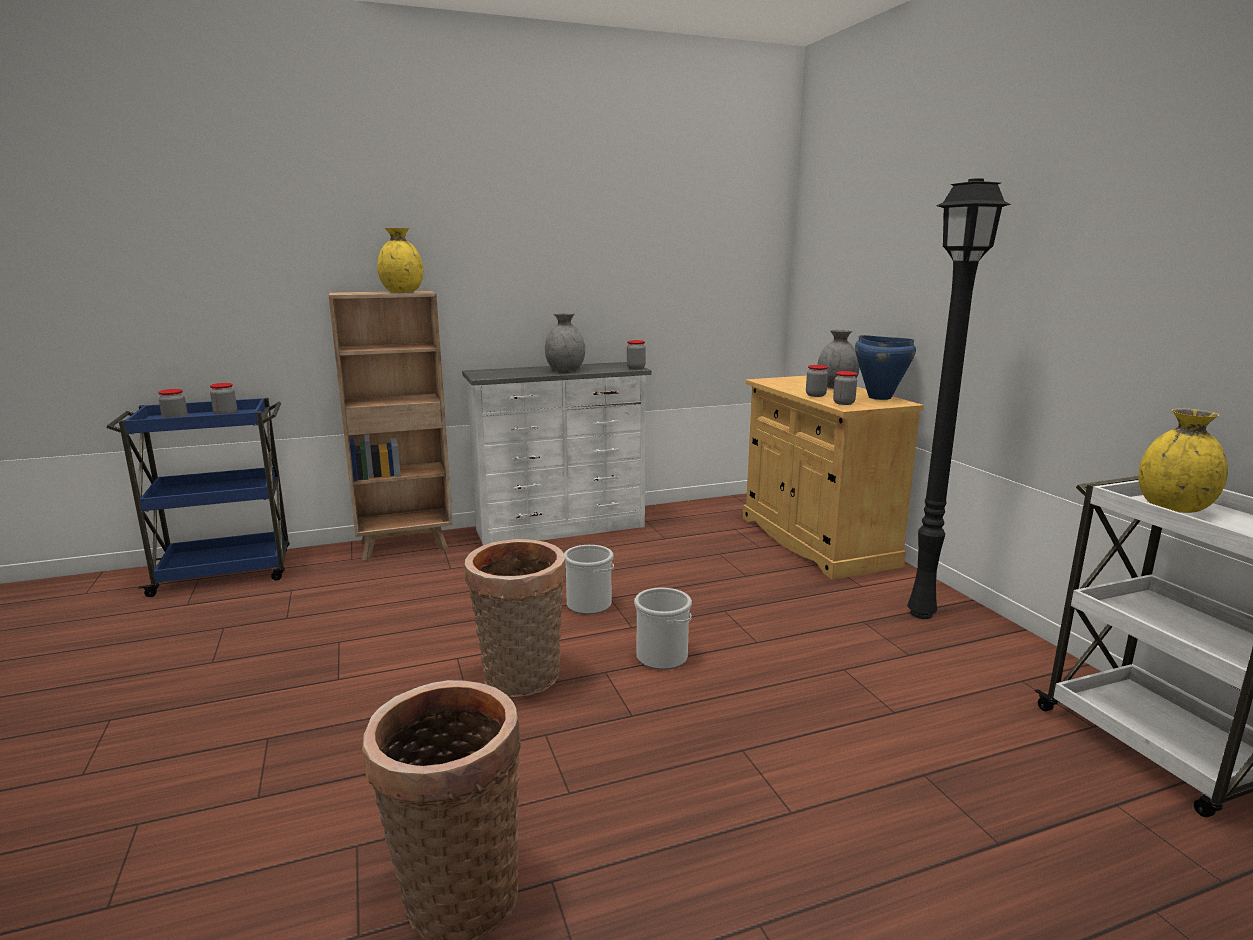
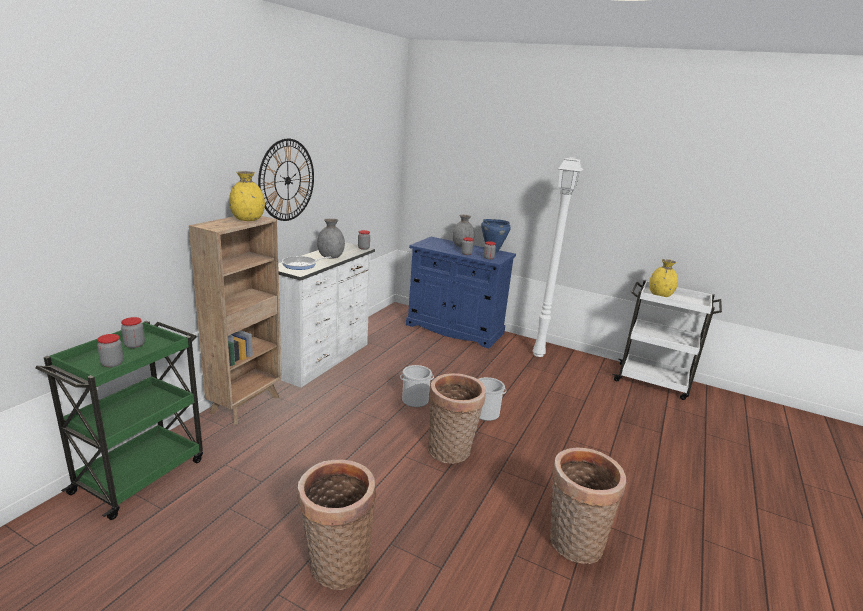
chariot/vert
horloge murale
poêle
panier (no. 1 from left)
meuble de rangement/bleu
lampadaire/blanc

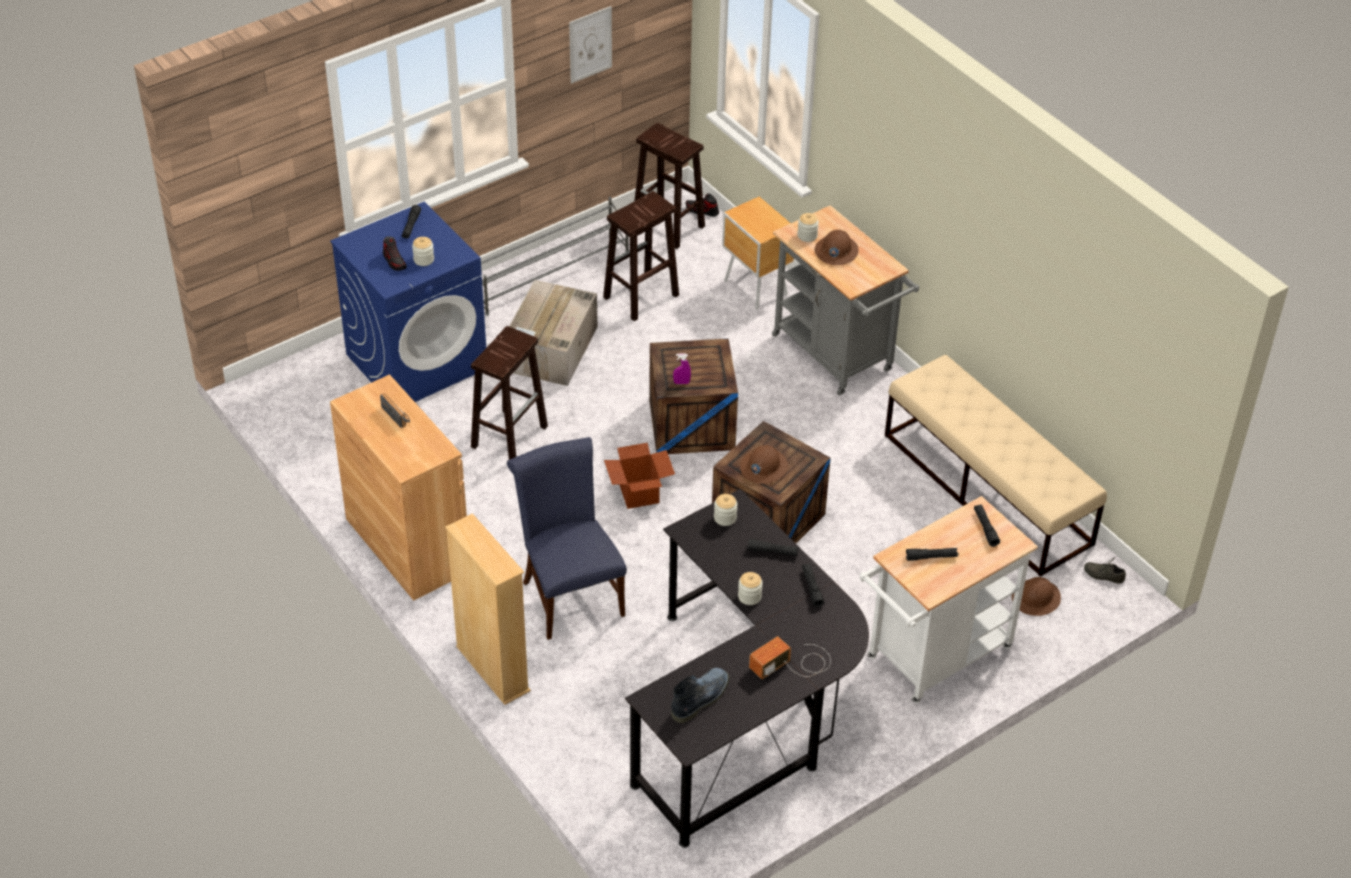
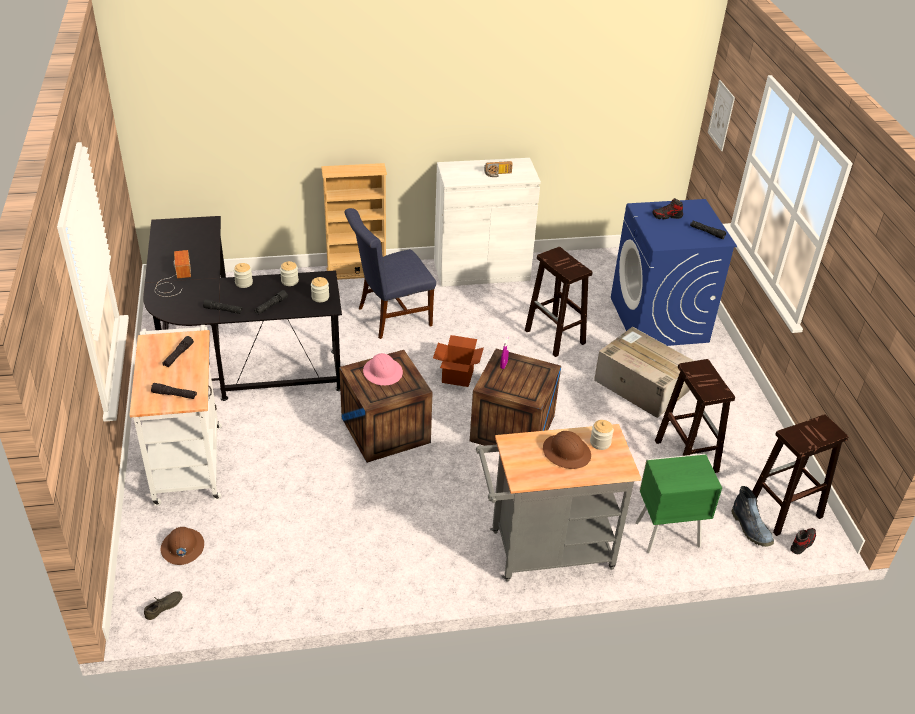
bocal (no. 2 from left)
chaise/bleu
casque de chantier/rose
meuble de rangement/blanc
table de chevet/vert
tableau
botte
étagère à chaussures/gris
banc/beige

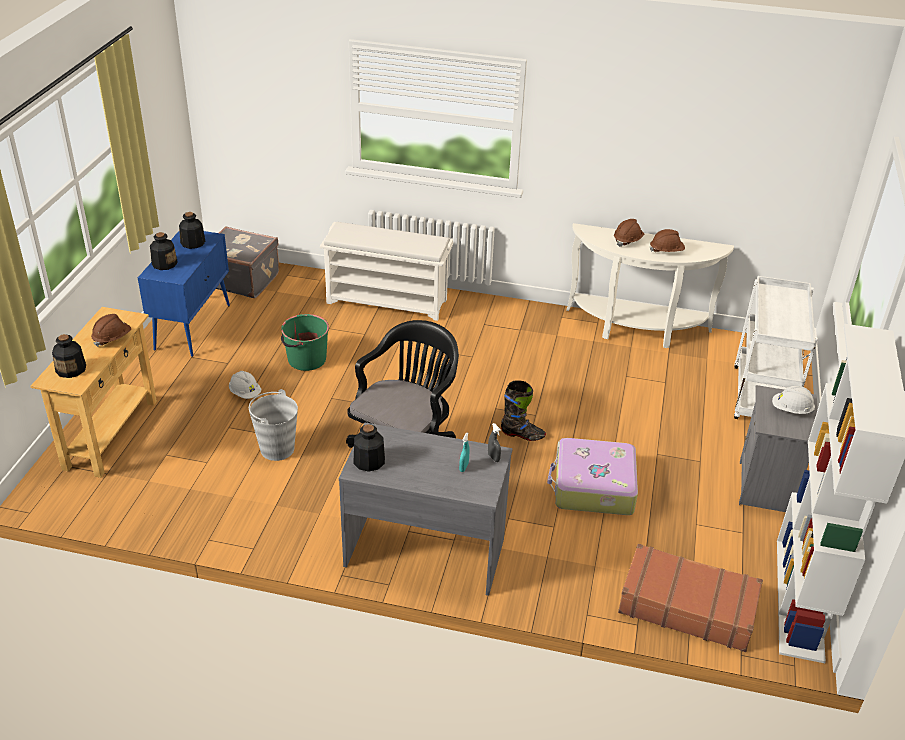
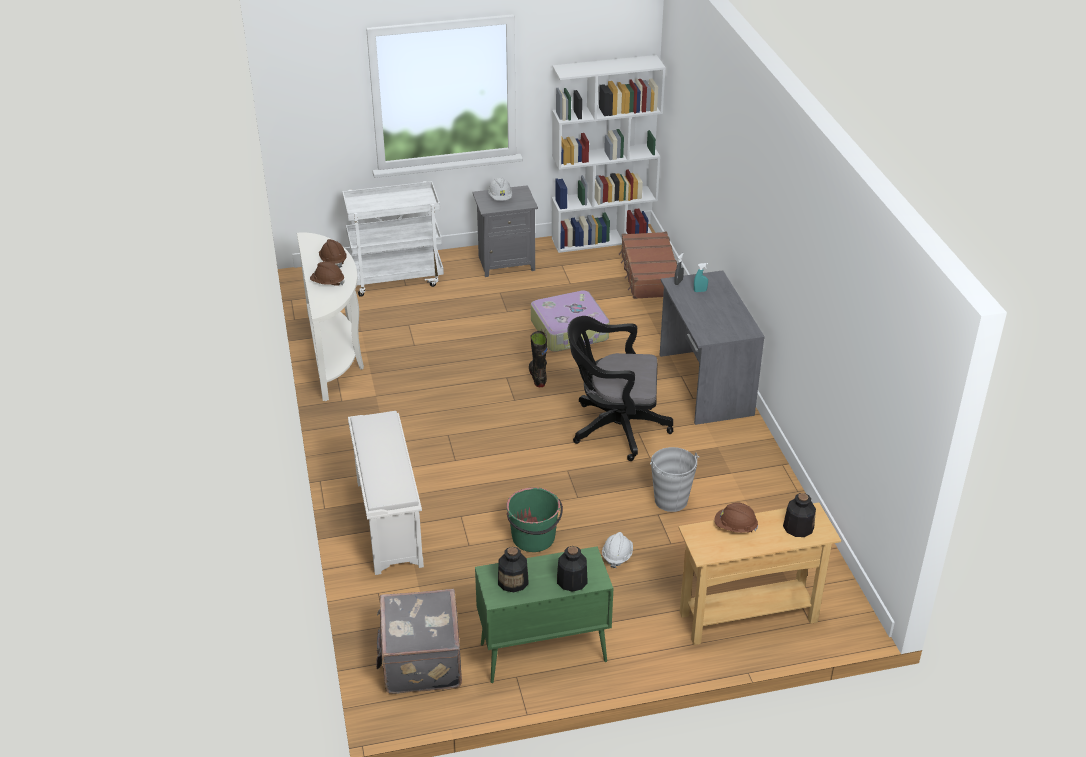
meuble de rangement/vert
bouteille (no. 4 from left in the first image)

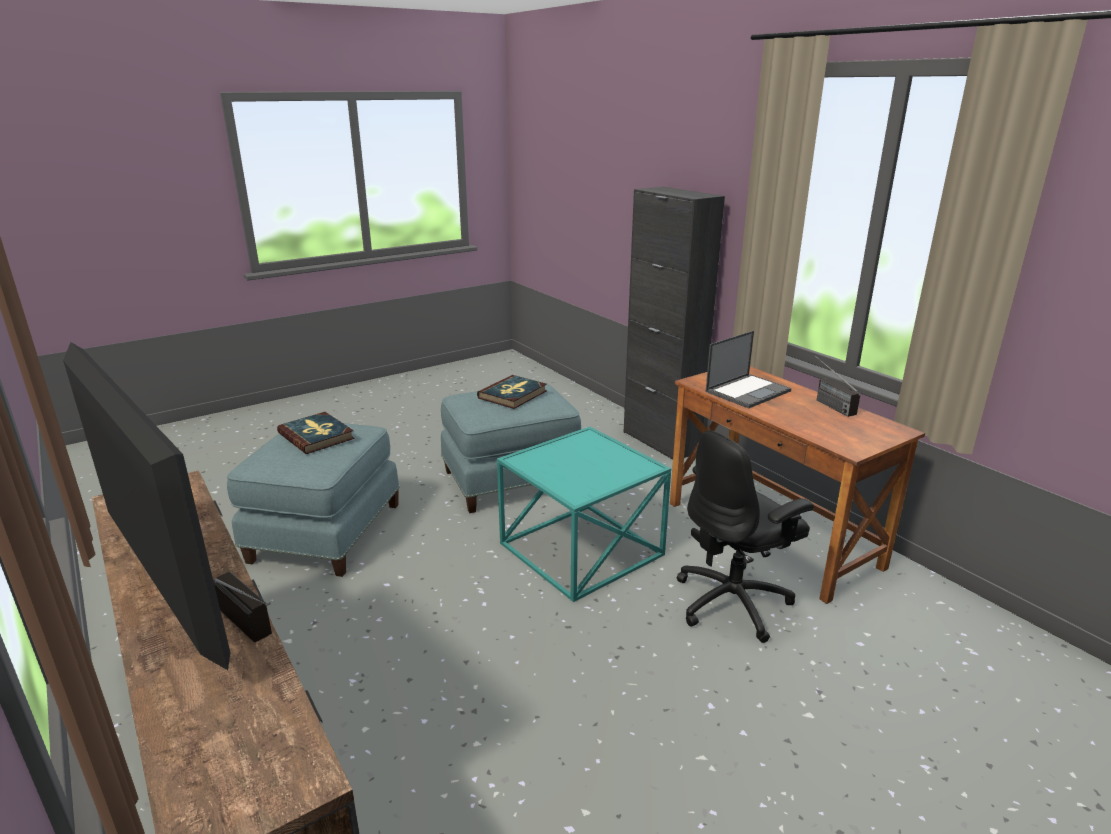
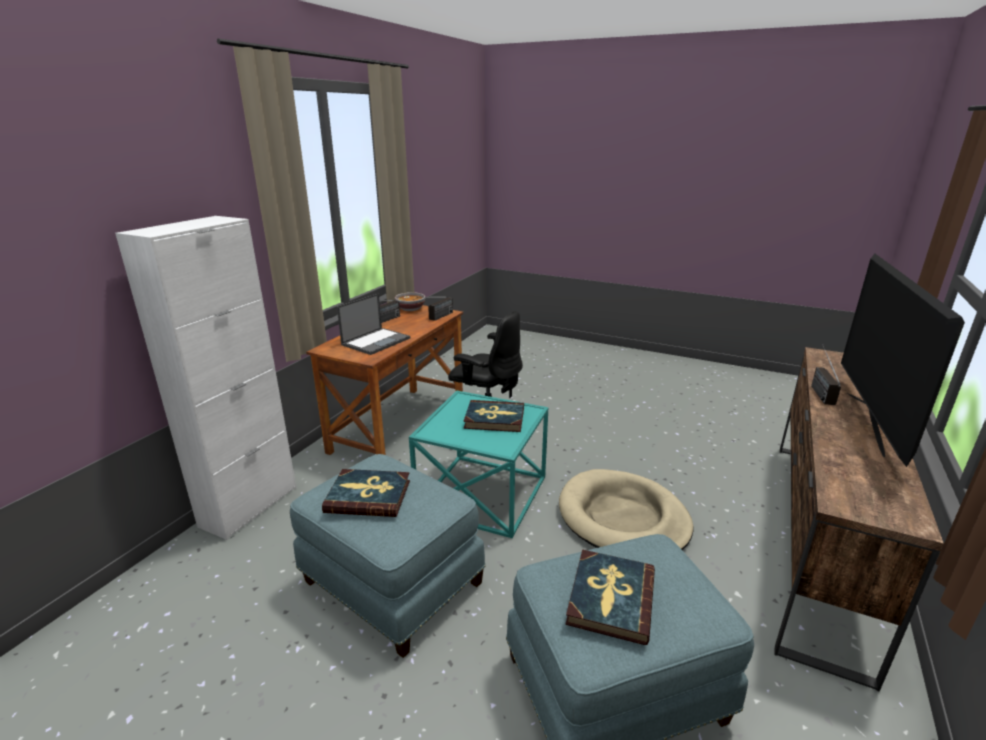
meuble de rangement/blanc
ordinateur portable
bol
radio (no. 2 from left)
livre (no. 2 from left)
panier pour chien/beige

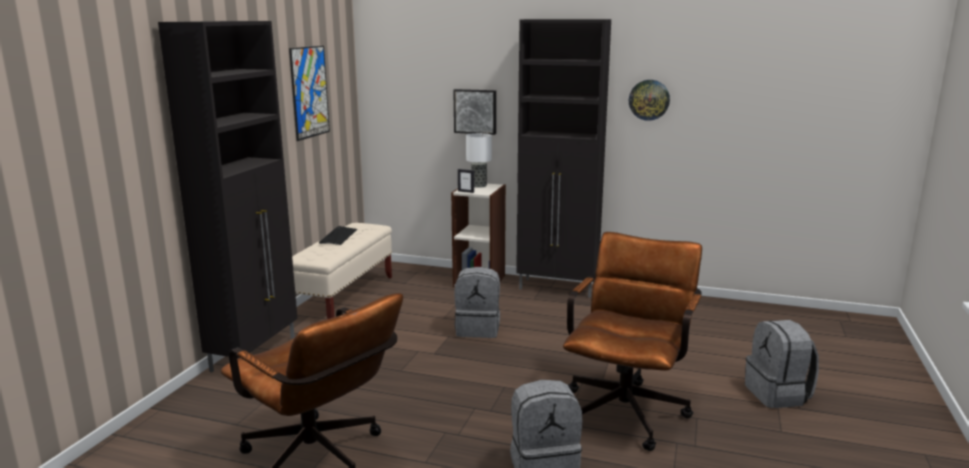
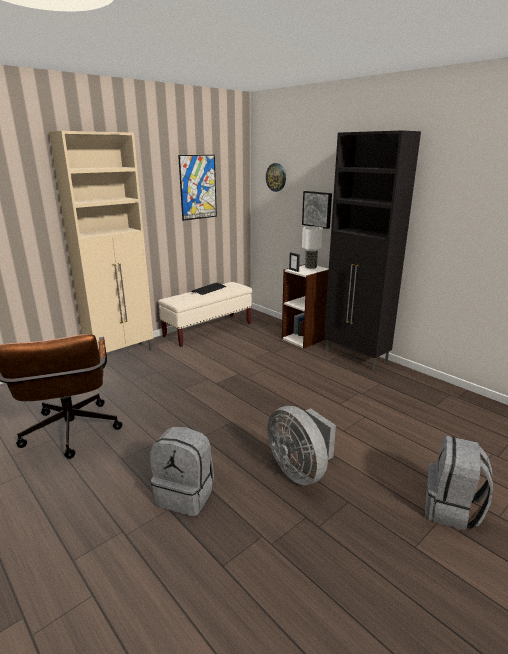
meuble de rangement/beige
horloge murale
ventilateur/gris
sac à dos/gris (no. 1 from left in the first image)

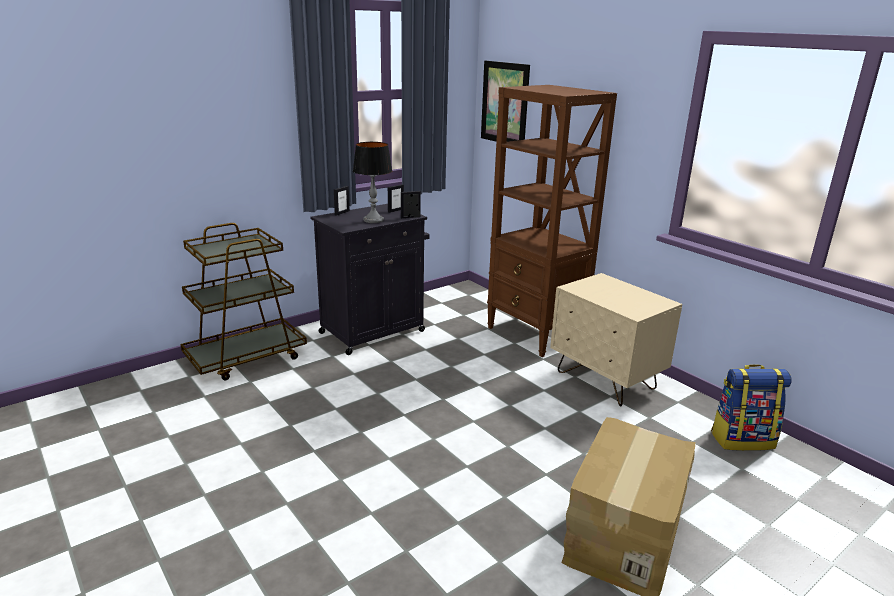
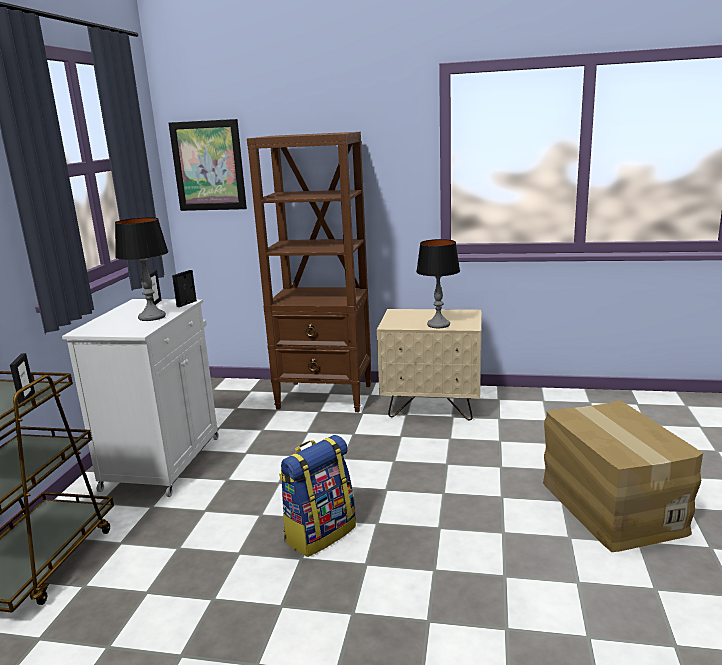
cadre photo (no. 1 from left)
meuble de rangement/blanc
sac à dos
lampe de table (no. 2 from left)

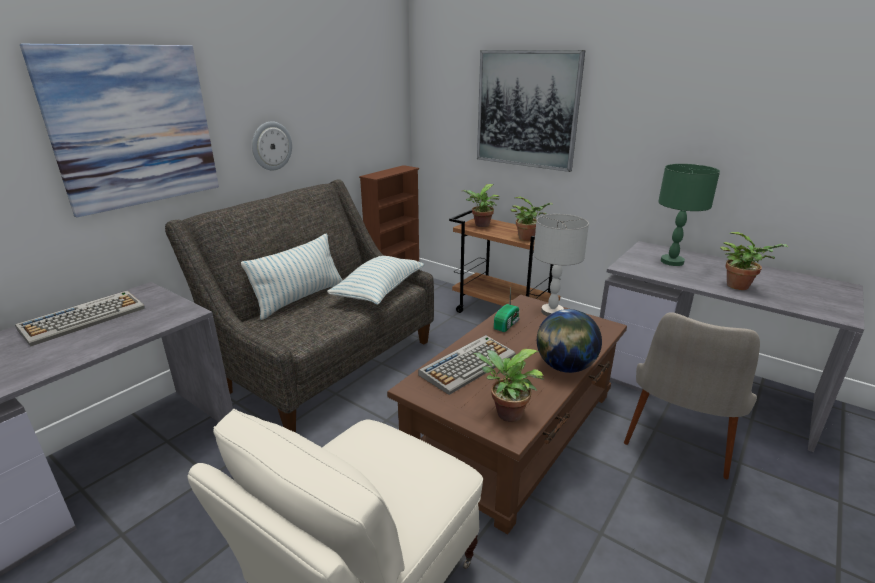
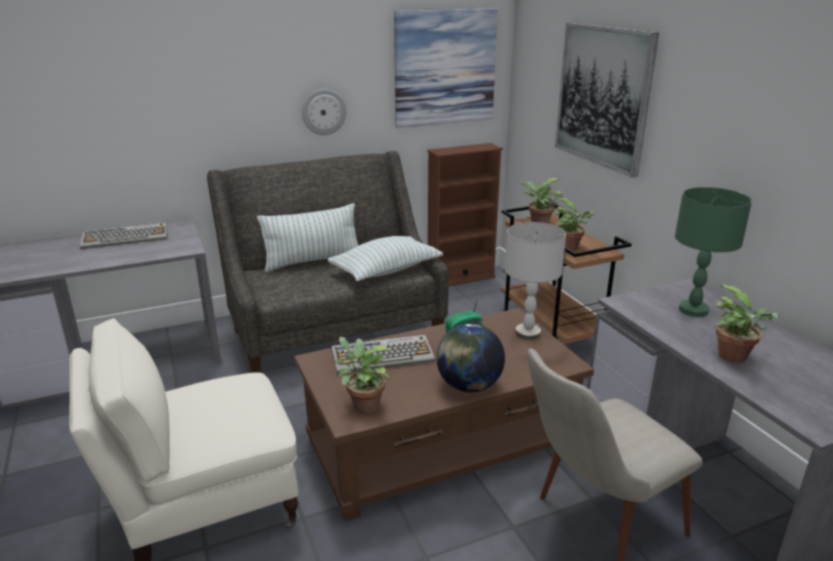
tableau (no. 1 from left)

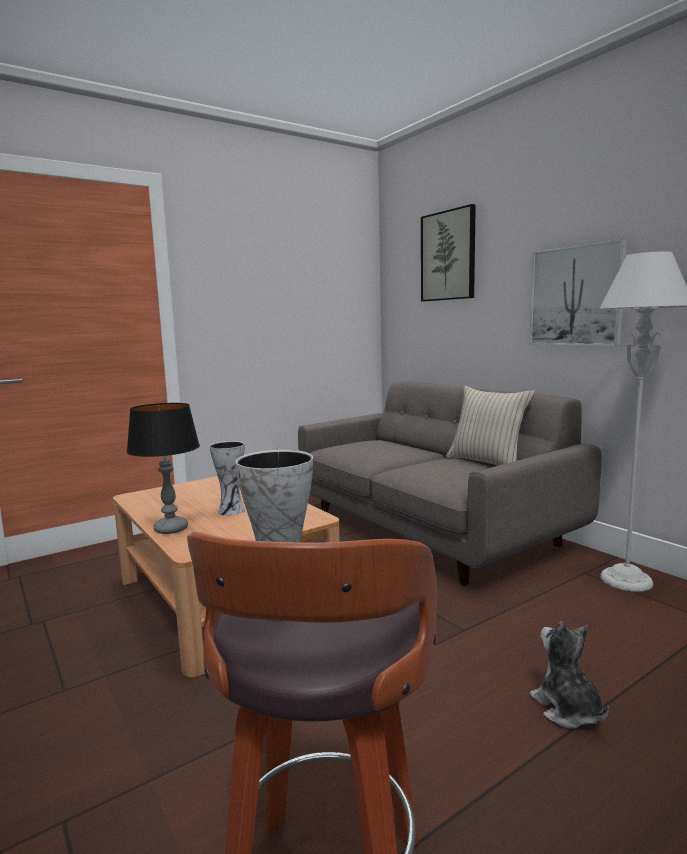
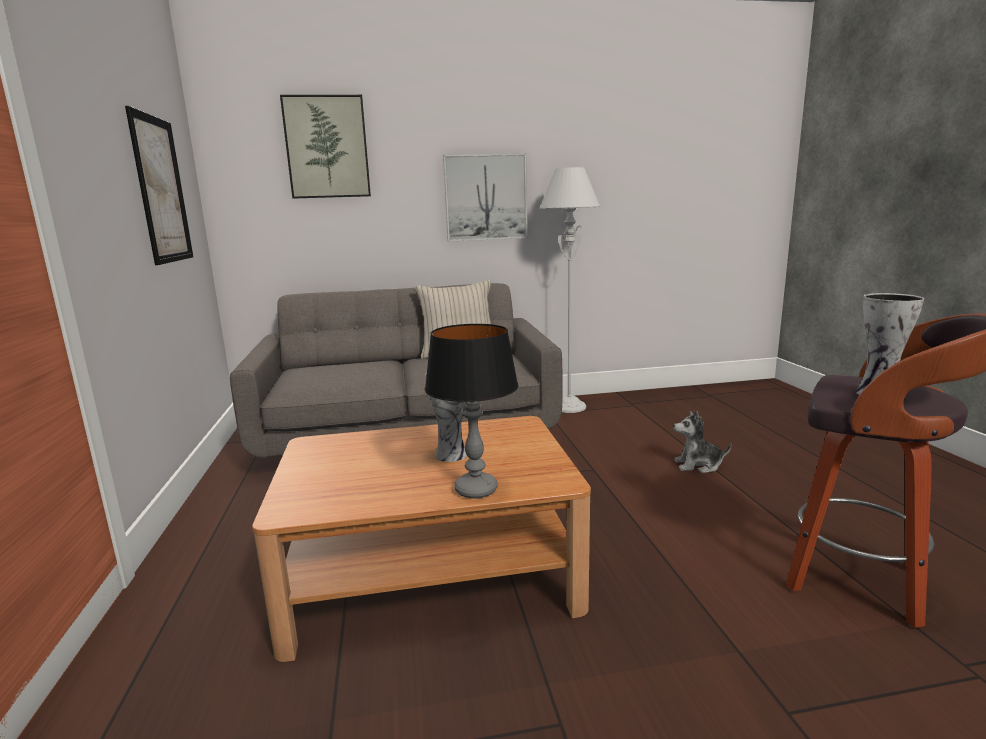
tableau (no. 1 from left)

